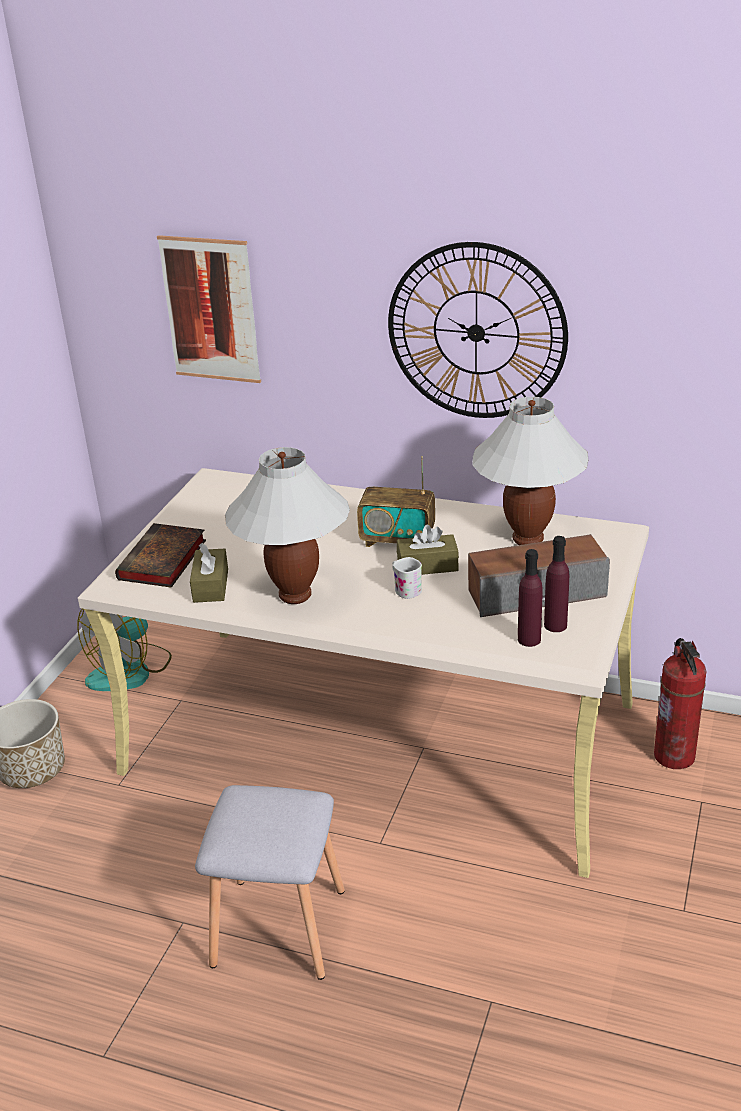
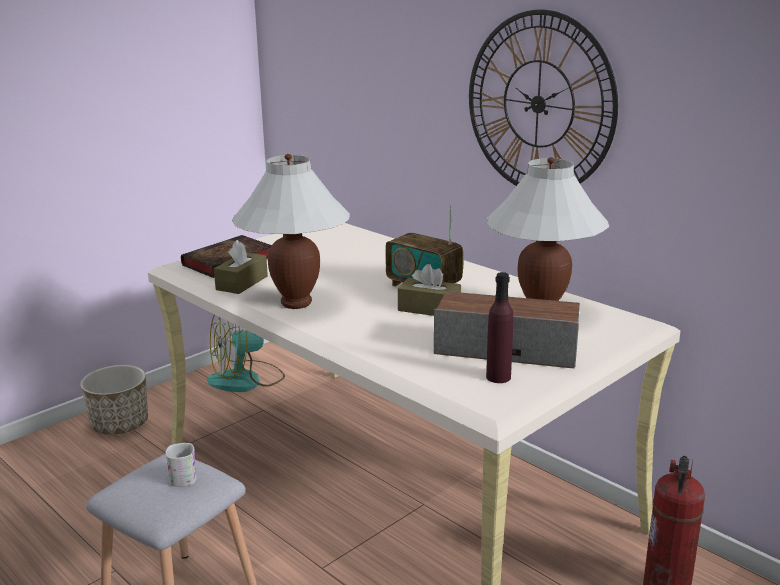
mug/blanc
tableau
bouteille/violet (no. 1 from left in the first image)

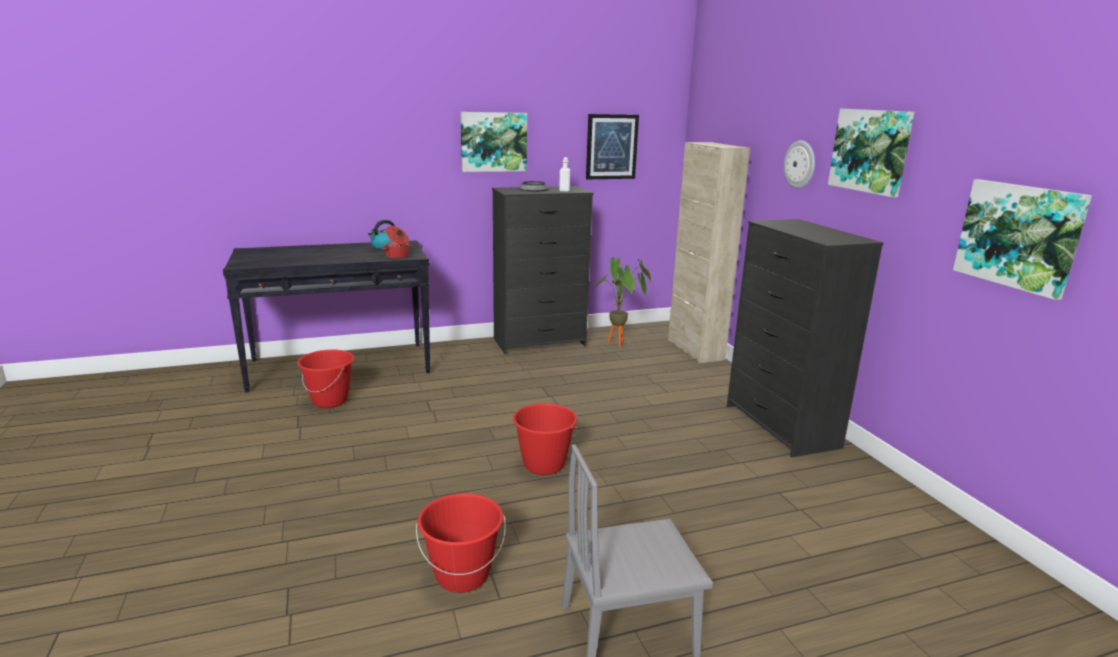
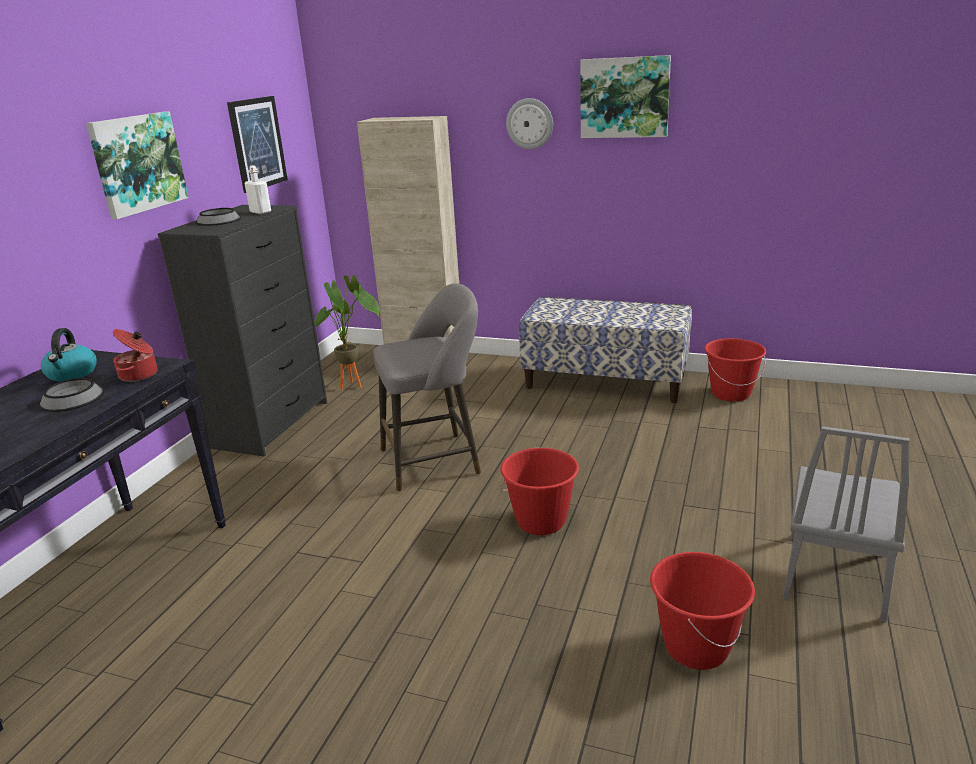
bol (no. 1 from left)
tabouret/gris
banc
seau/rouge (no. 3 from left)
tableau (no. 4 from left in the first image)

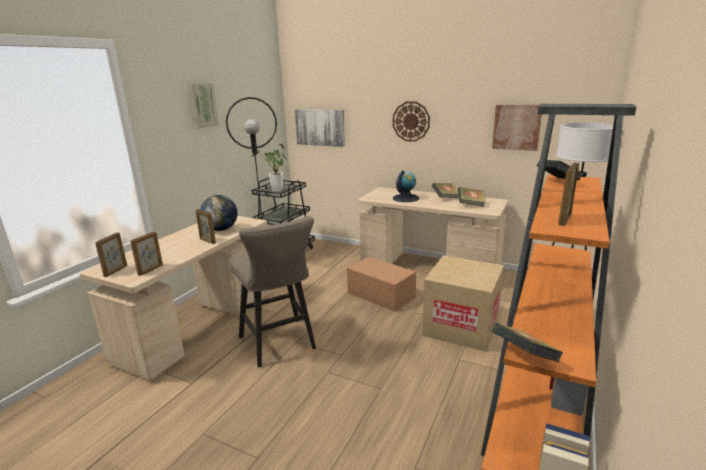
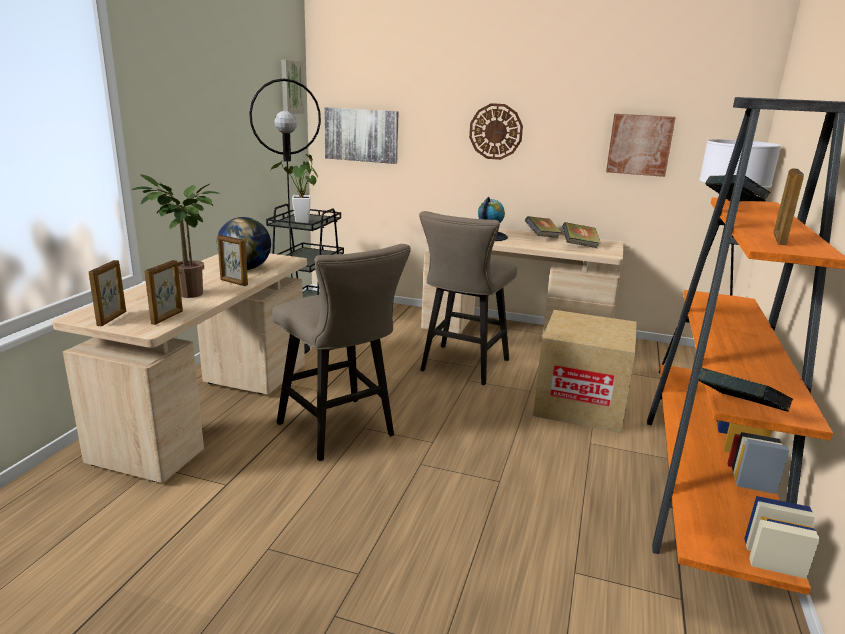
plante en pot (no. 1 from left)
tableau (no. 1 from left)
tabouret/beige (no. 2 from left)

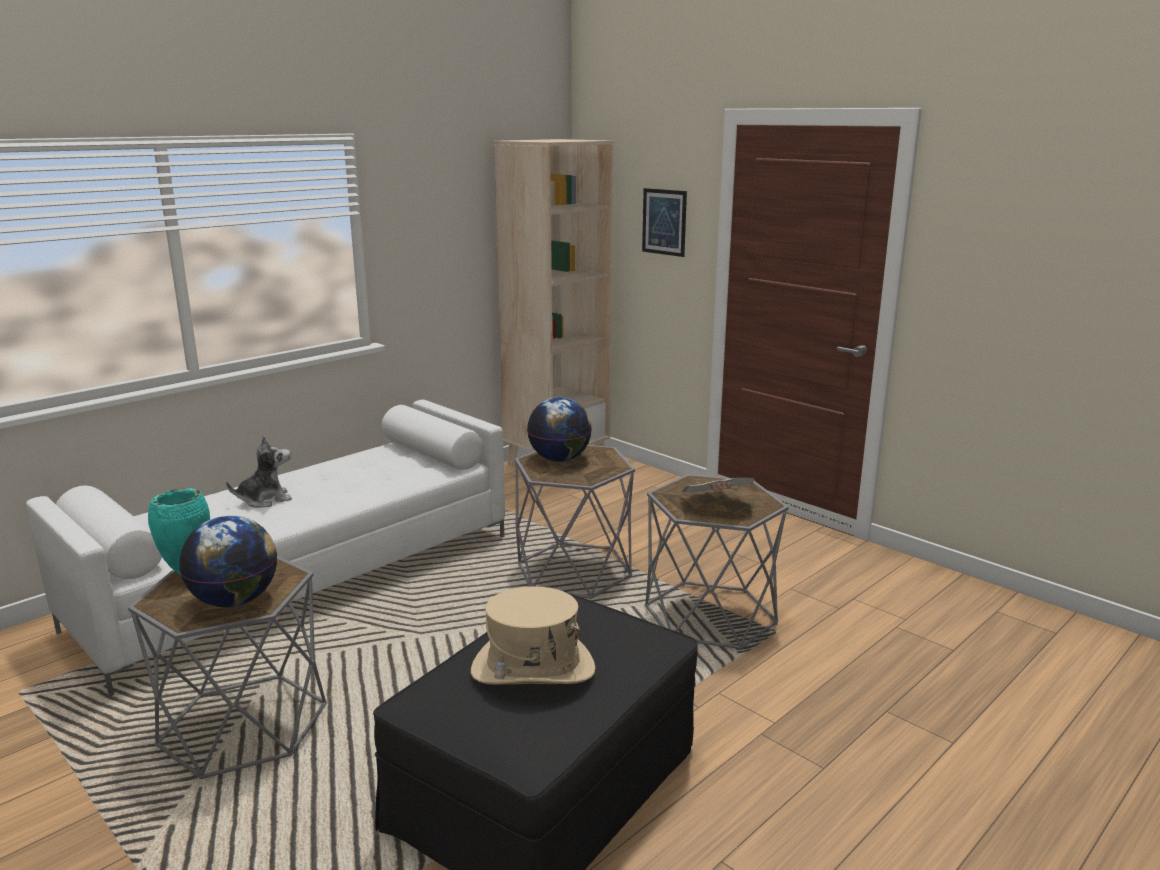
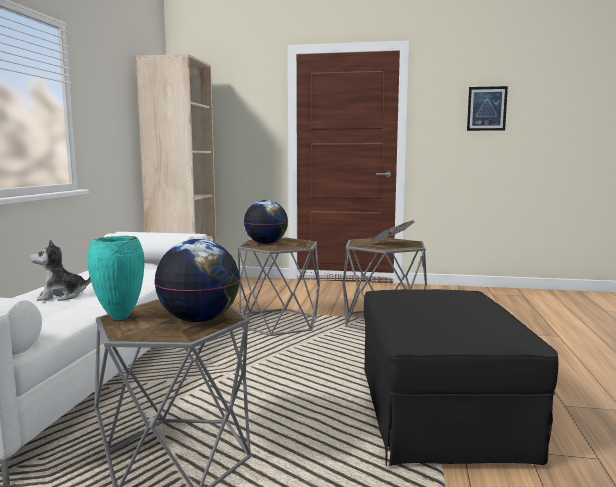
peluche
tableau
chapeau/beige

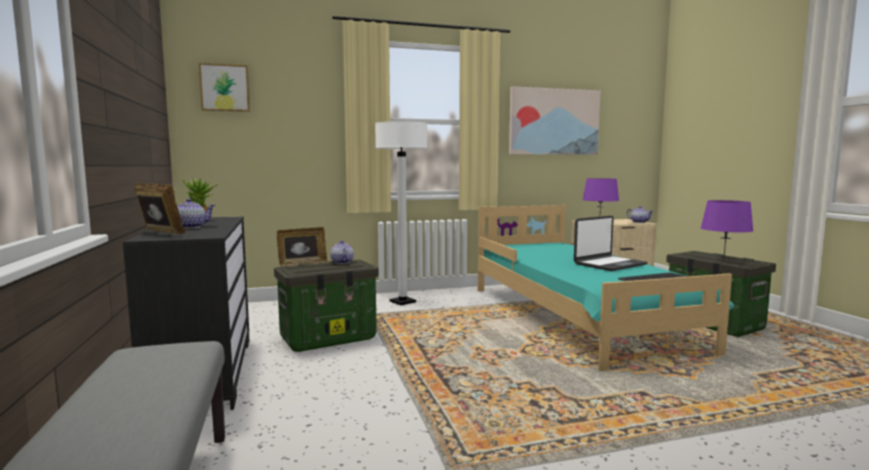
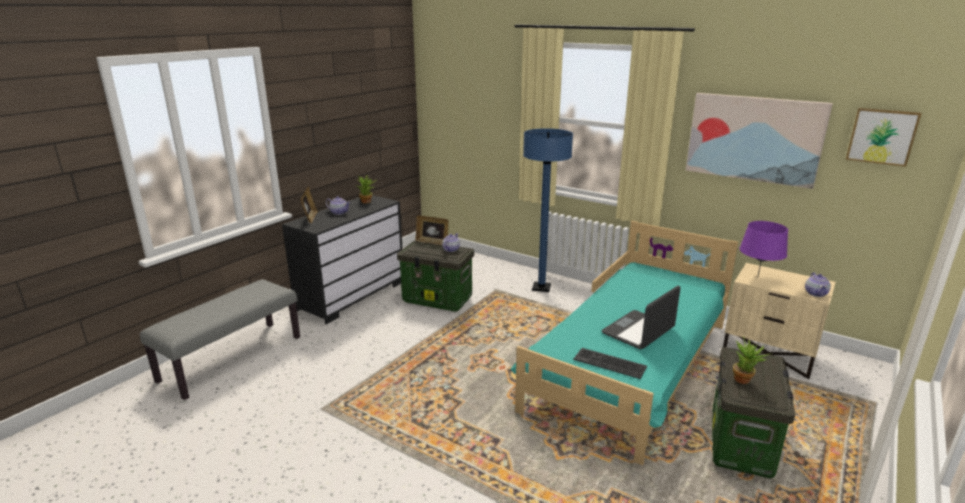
lampadaire/bleu
ordinateur portable
plante en pot (no. 2 from left)
tableau (no. 2 from left)

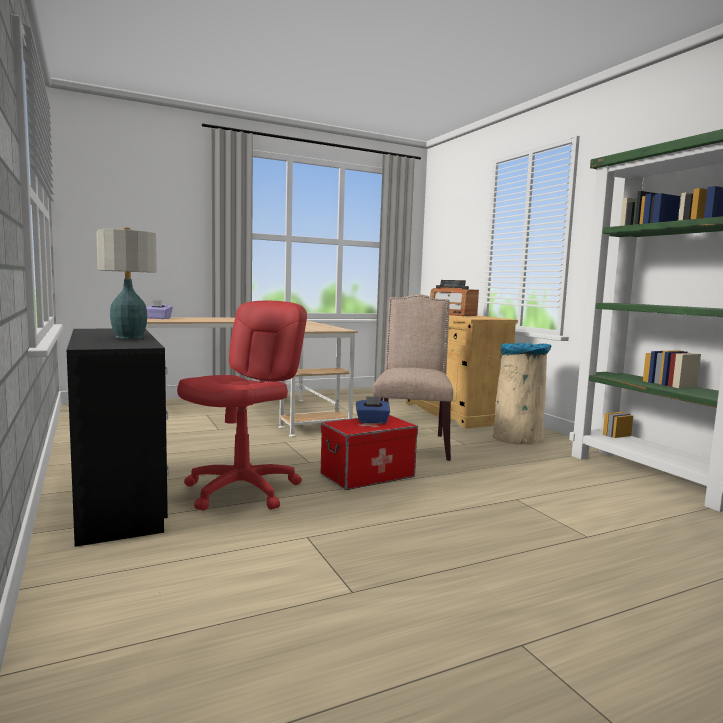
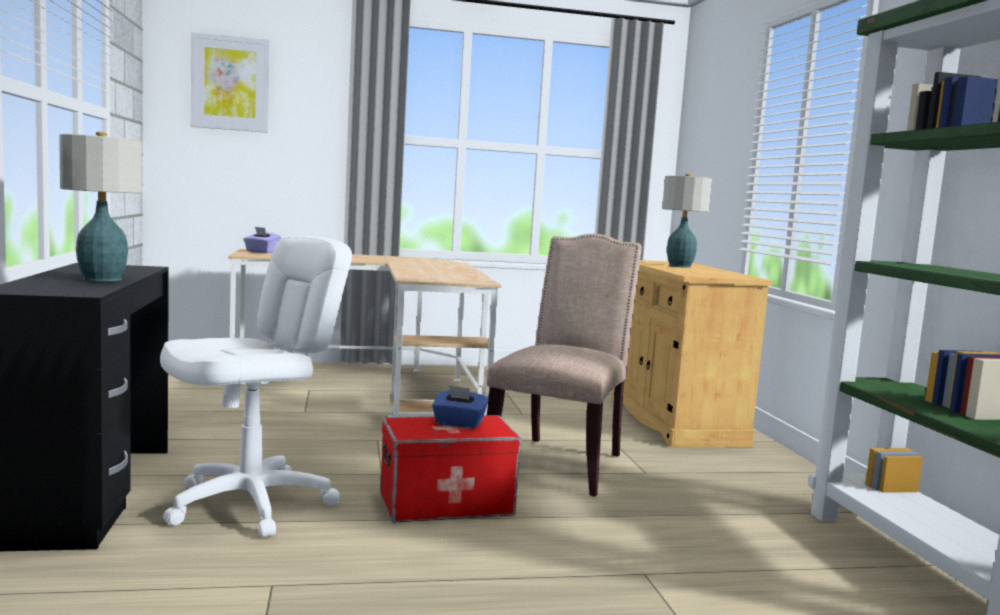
chaise de bureau/blanc
tableau
lampe de table (no. 2 from left)
poubelle/beige

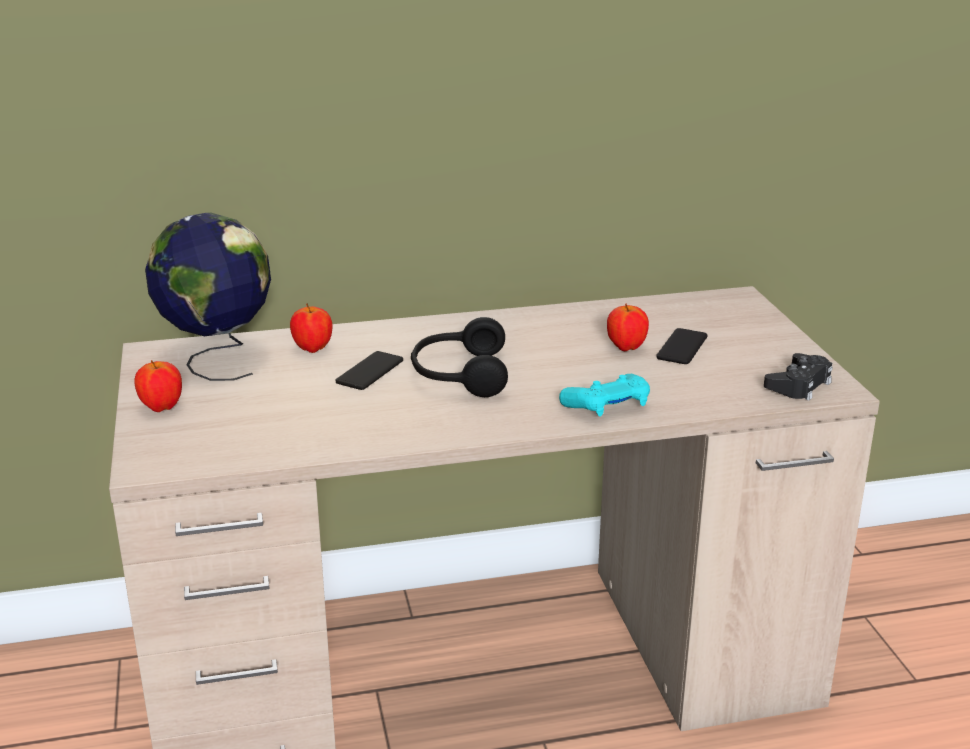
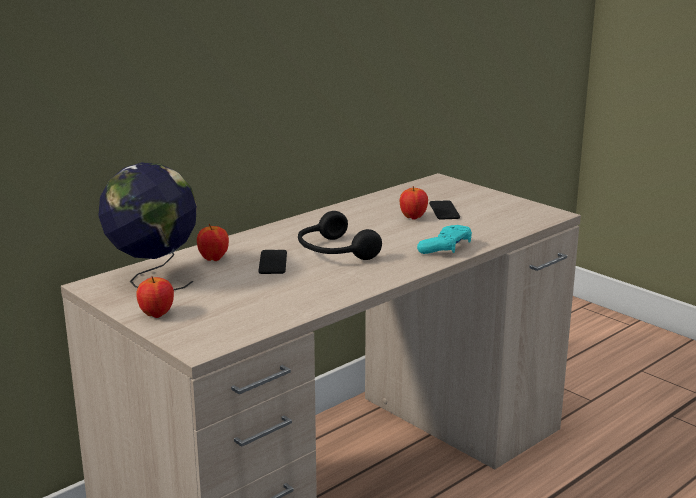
manette/noir

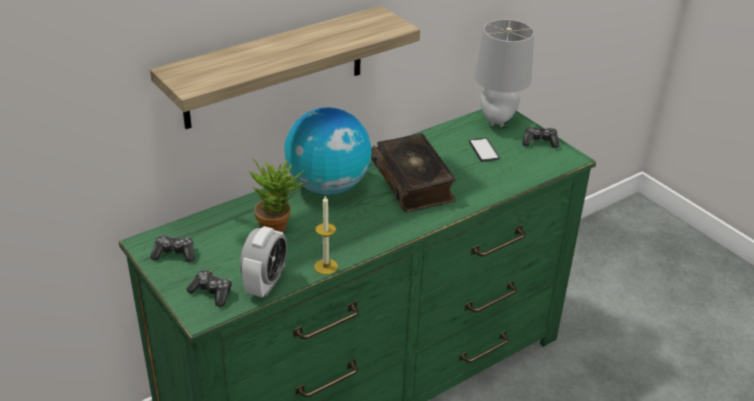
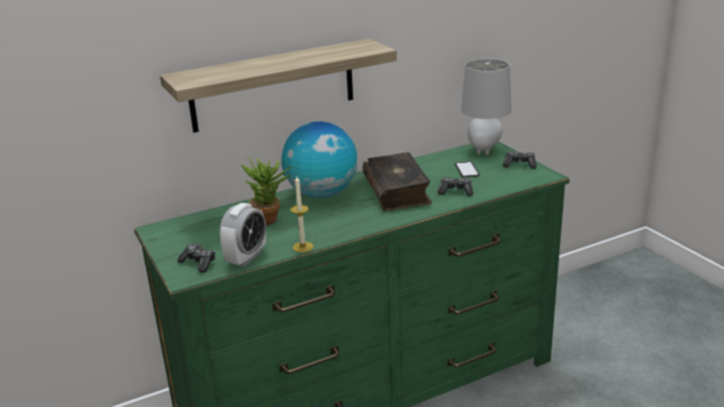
manette (no. 2 from left)

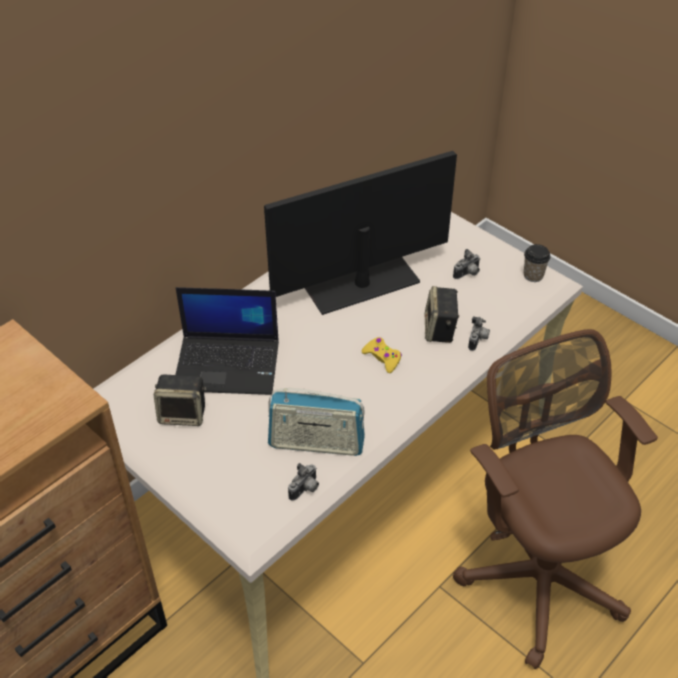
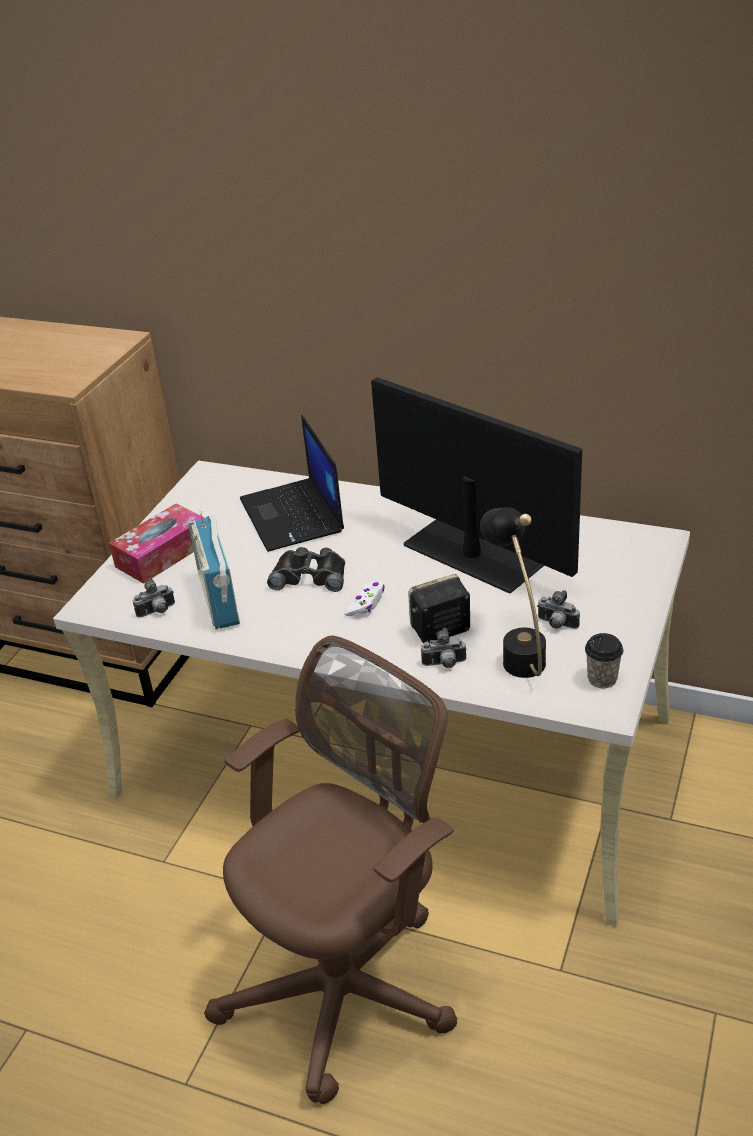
boîte à mouchoirs
appareil photo (no. 1 from left)
jumelles/noir
manette/blanc
lampe de table/noir
enceinte (no. 1 from left in the first image)

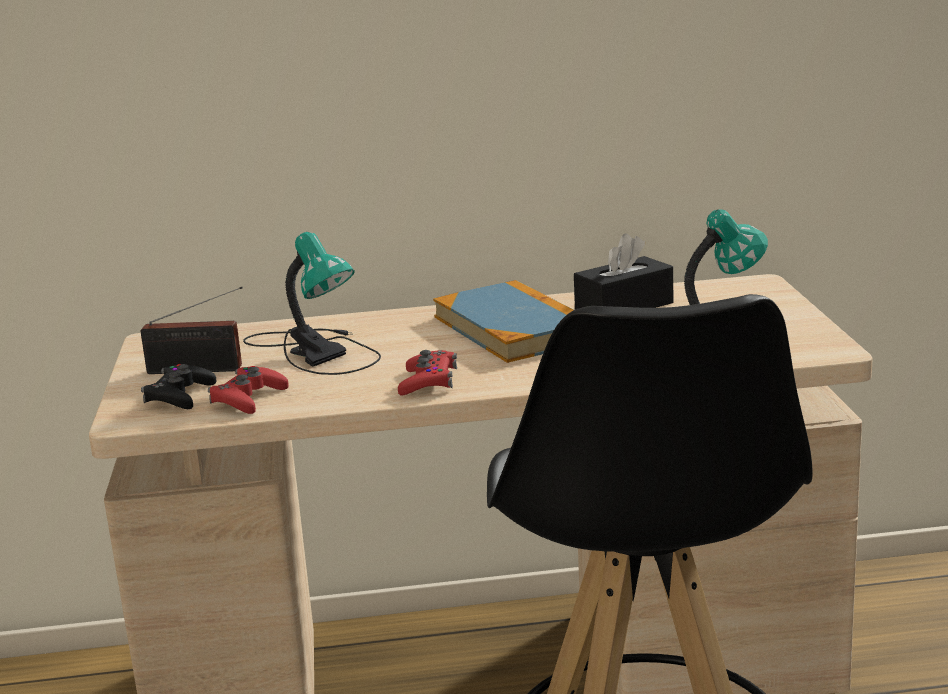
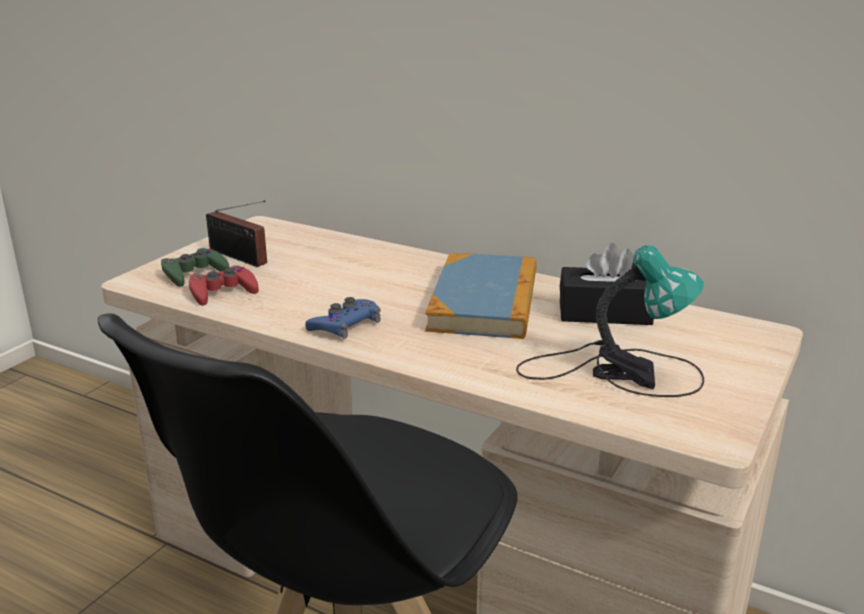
manette/vert
manette/bleu
lampe de table (no. 1 from left in the first image)

